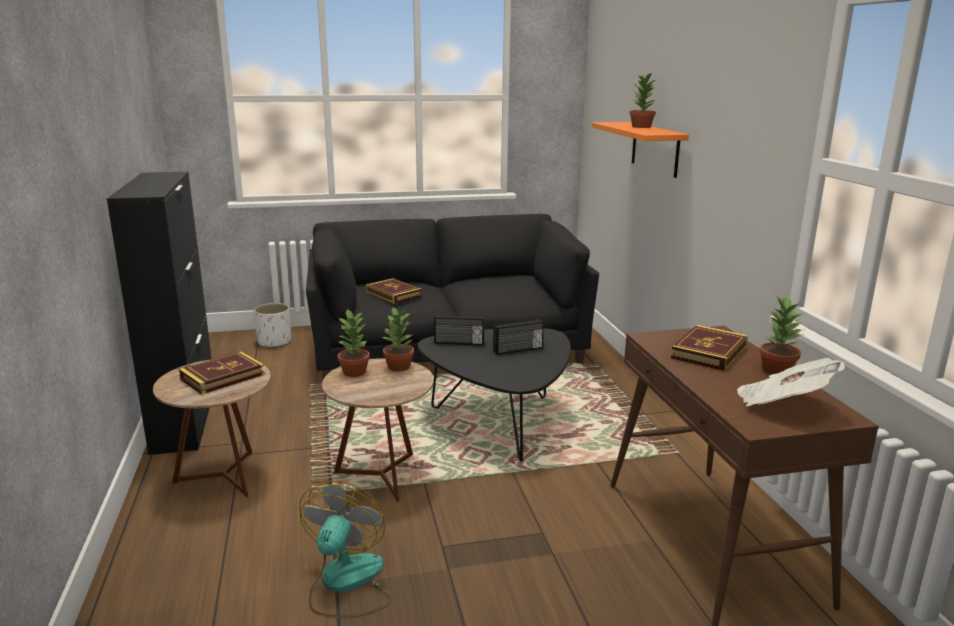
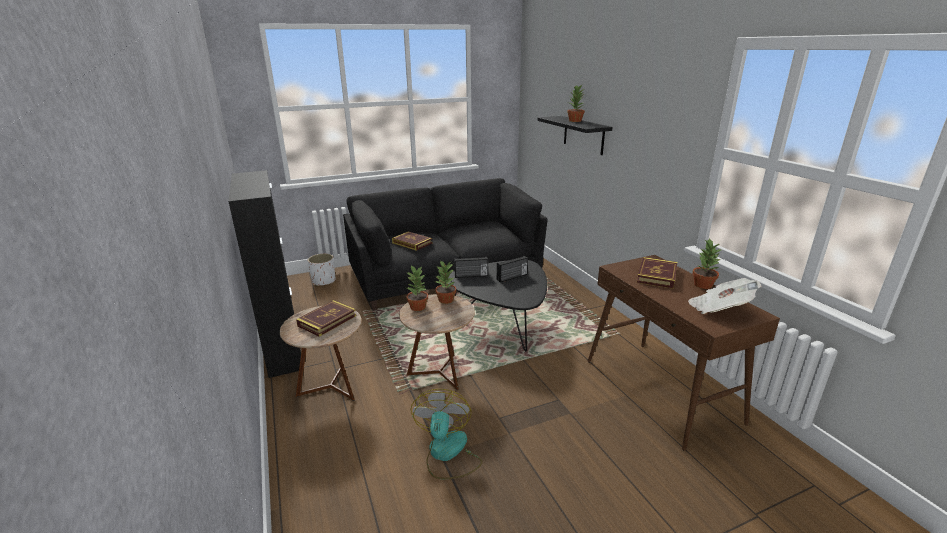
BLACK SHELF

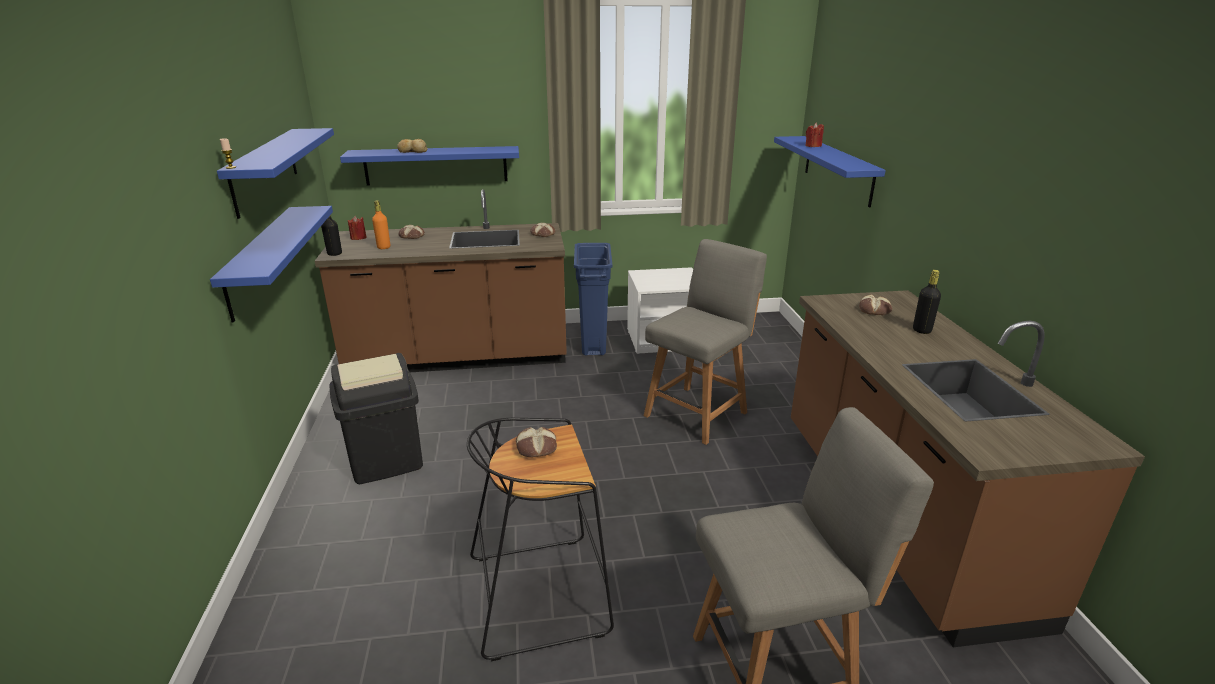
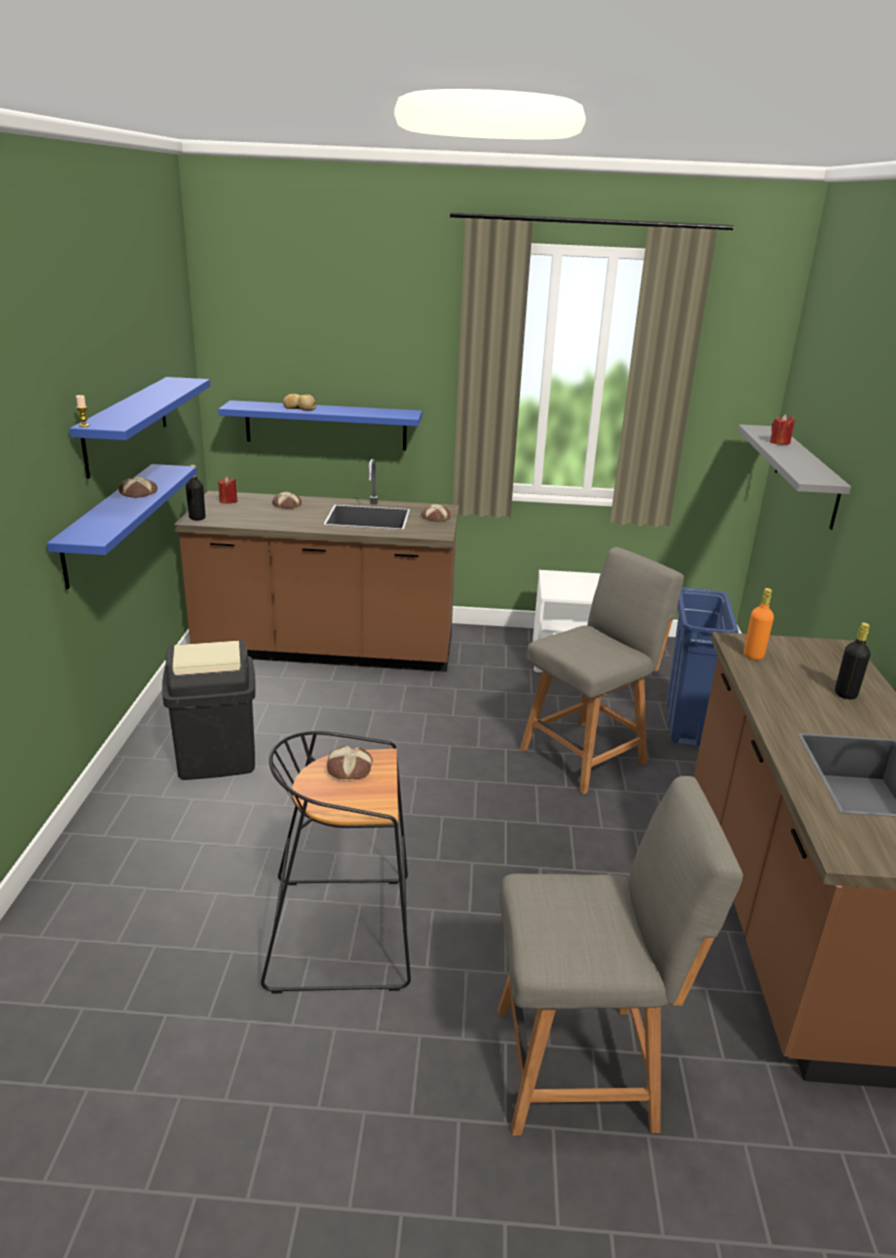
GREY SHELF
ORANGE BOTTLE
BLUE TRASH CAN
BREAD (no. 1 from left)

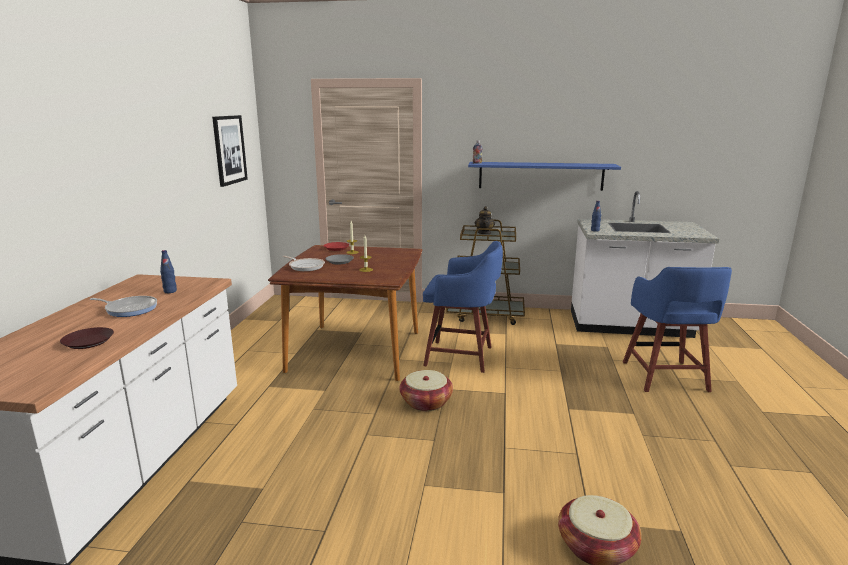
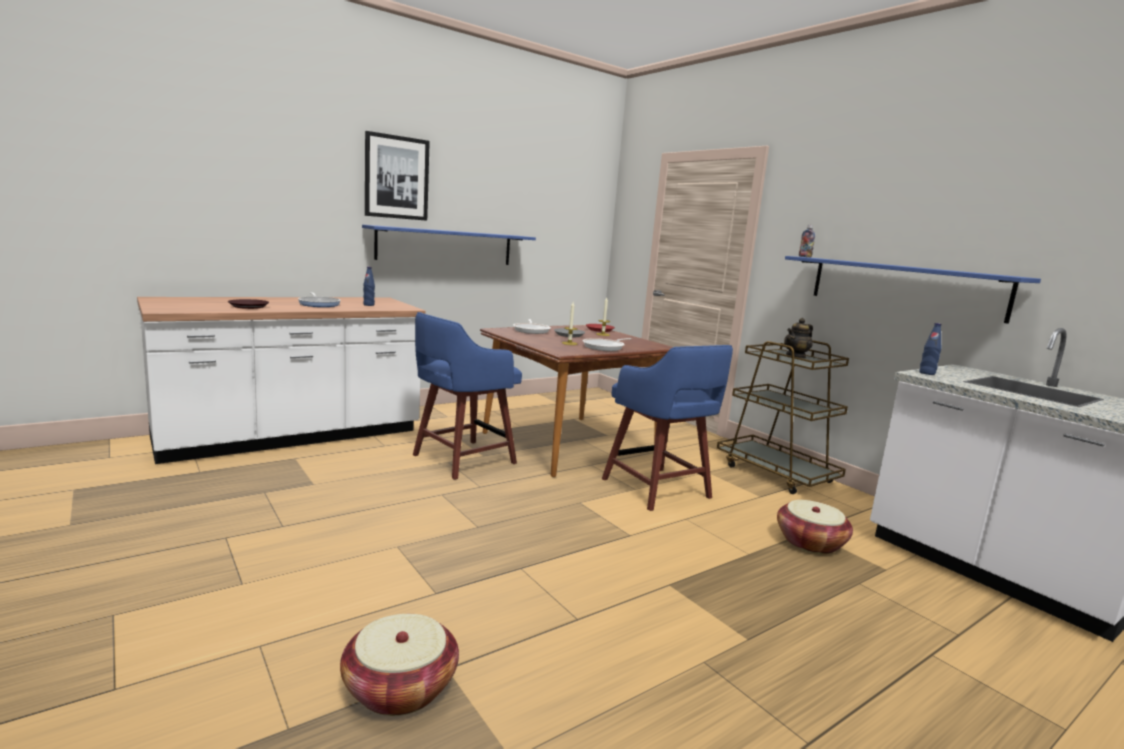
PICTURE
BLUE STOOL (no. 1 from left)
BASKET (no. 2 from left)
BLUE SHELF (no. 1 from left)
FRYING PAN (no. 3 from left)

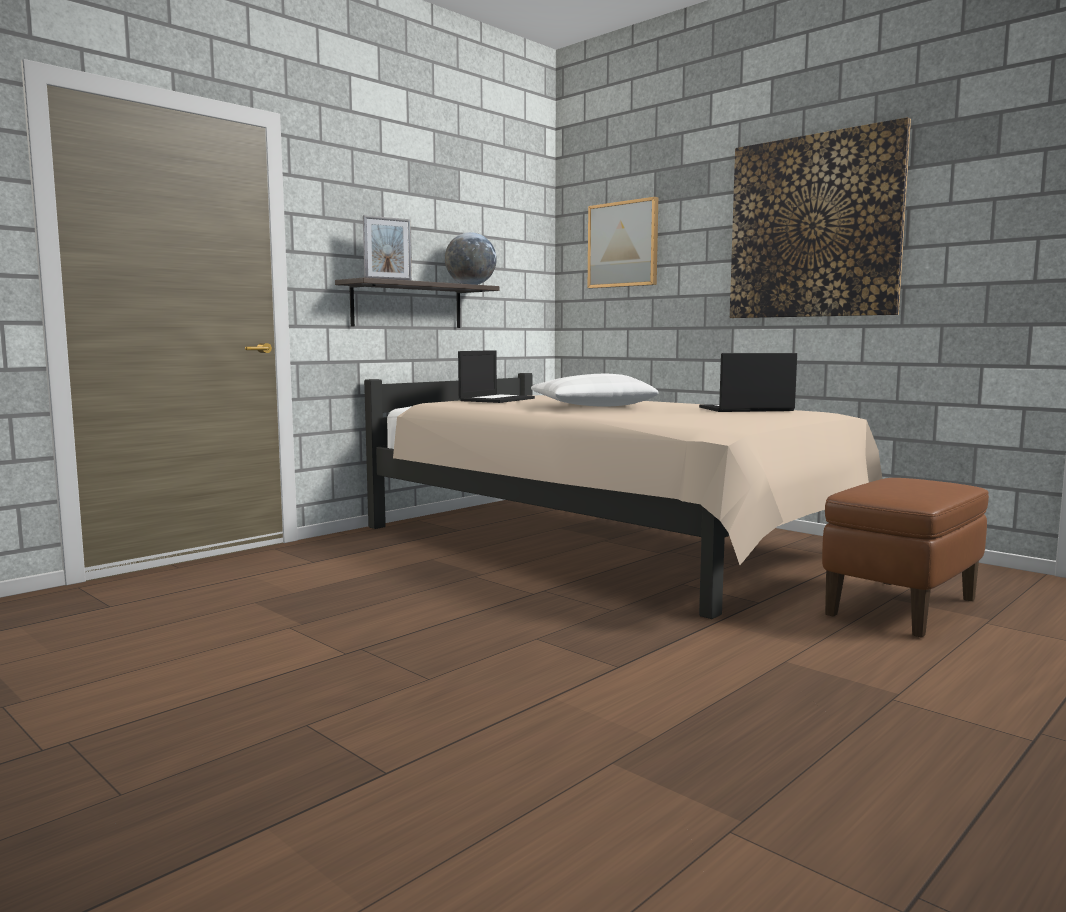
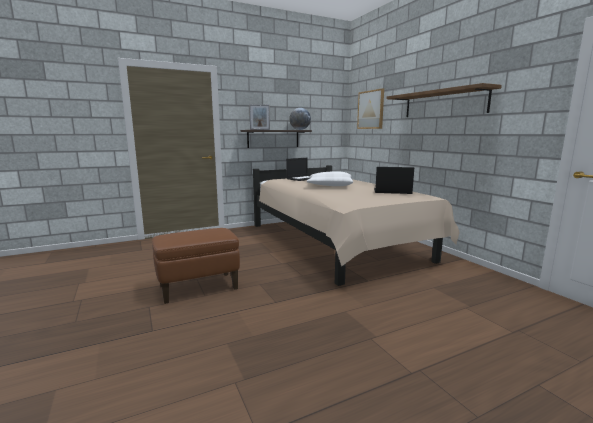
SHELF (no. 2 from left)
BROWN OTTOMAN

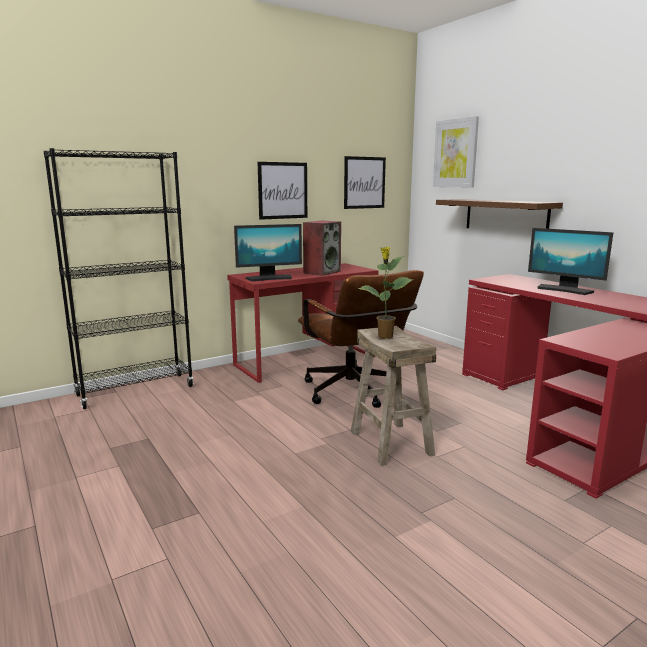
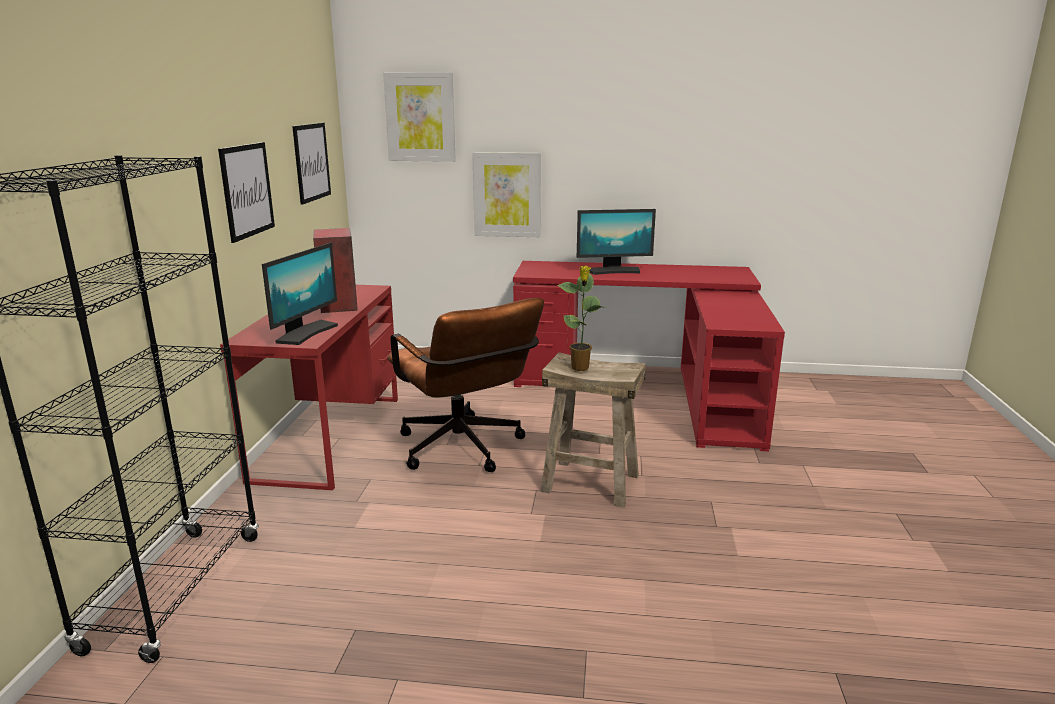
PICTURE (no. 4 from left)
BROWN OFFICE CHAIR

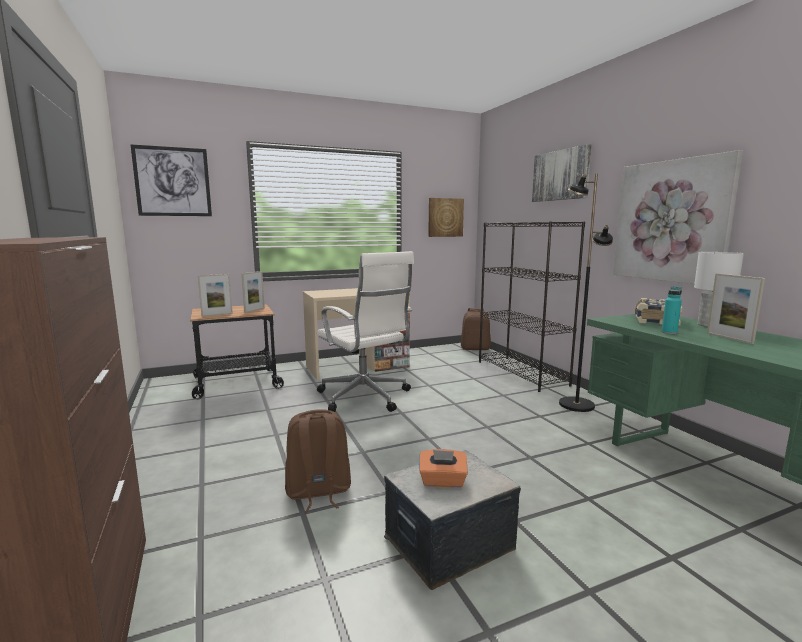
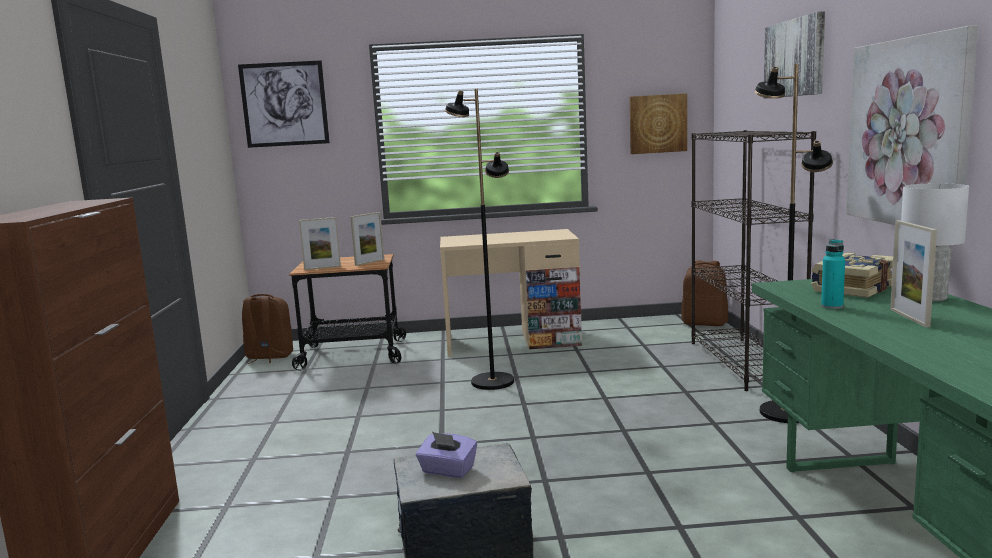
BLACK FLOOR LAMP (no. 1 from left)
BROWN BACKPACK (no. 1 from left)
PURPLE TISSUE BOX

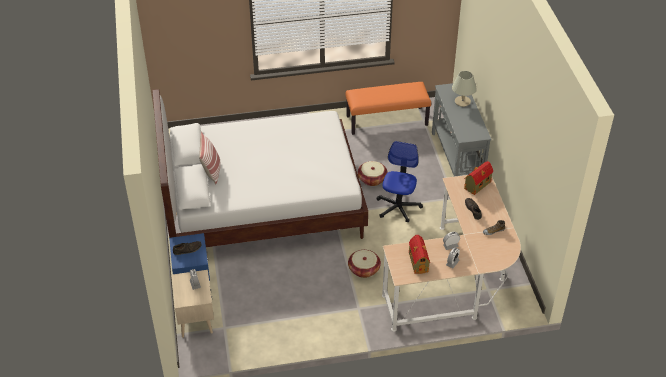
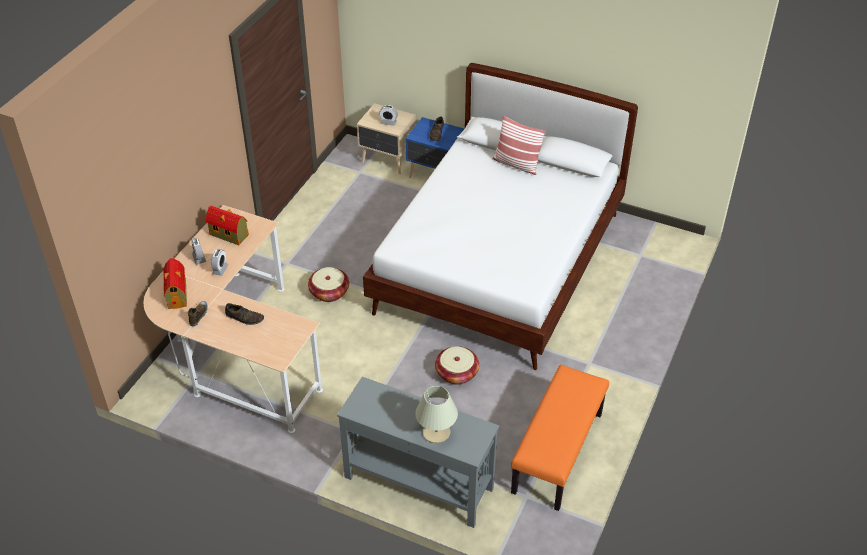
OFFICE CHAIR
TOY HOUSE (no. 1 from left)

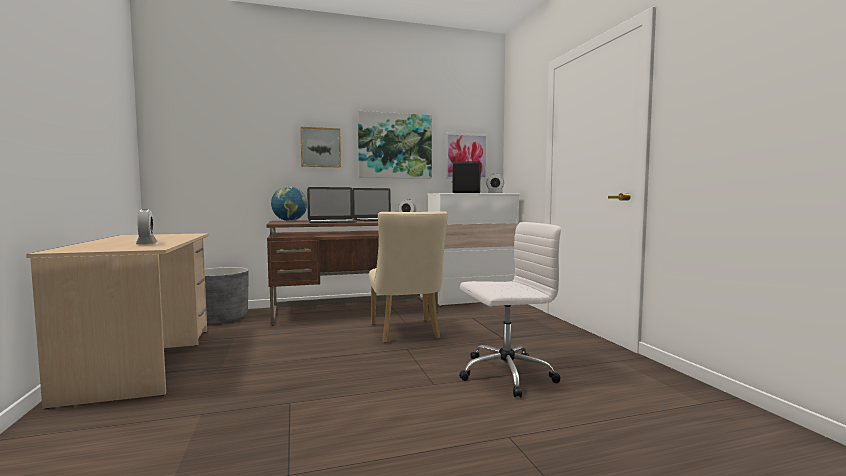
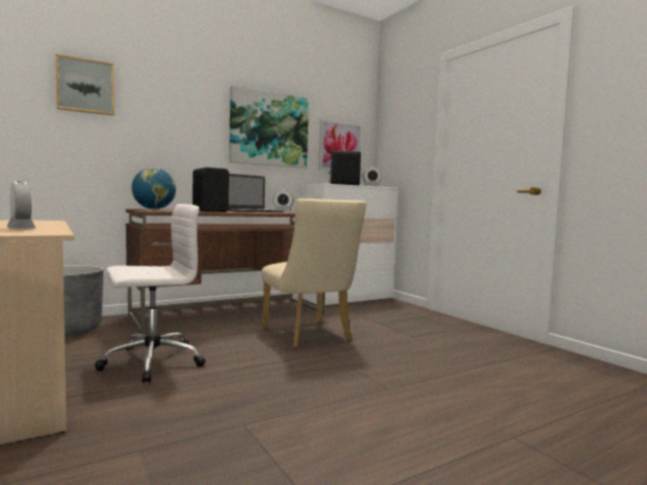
PICTURE (no. 1 from left)
BLACK SPEAKER (no. 1 from left)
WHITE OFFICE CHAIR

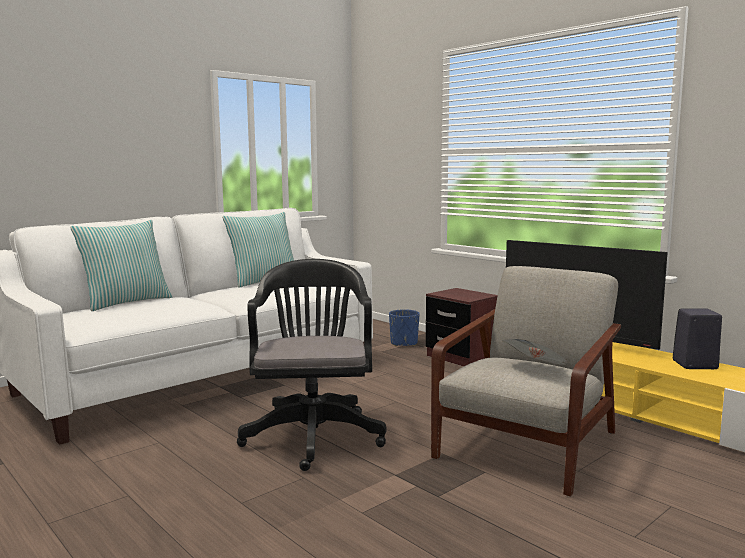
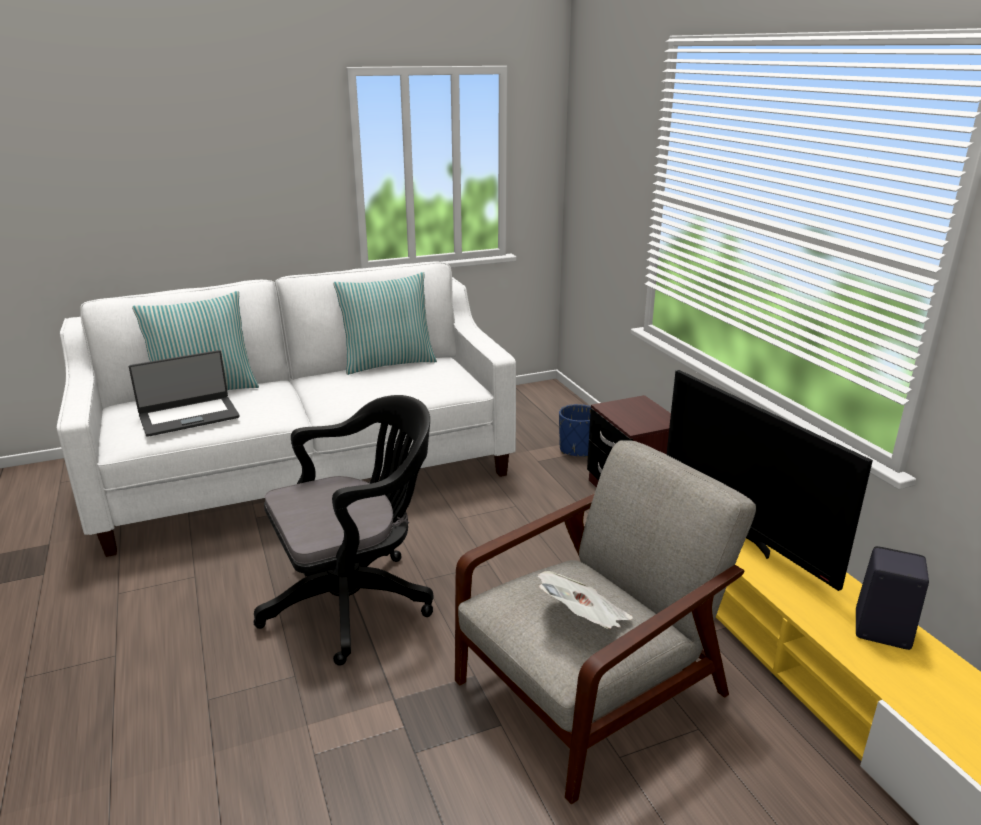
BLACK OFFICE CHAIR
LAPTOP

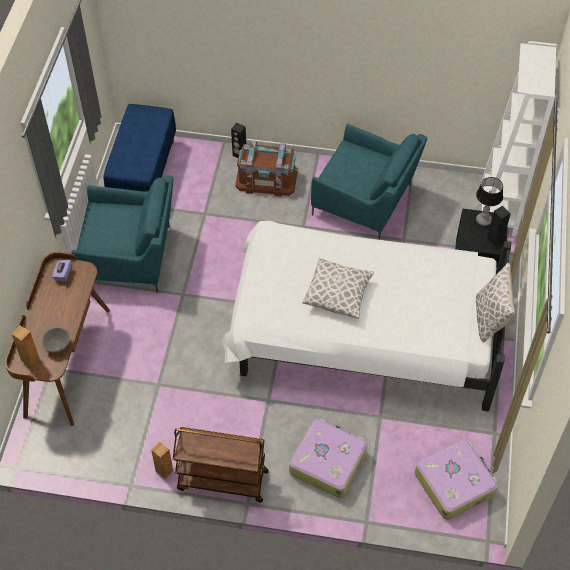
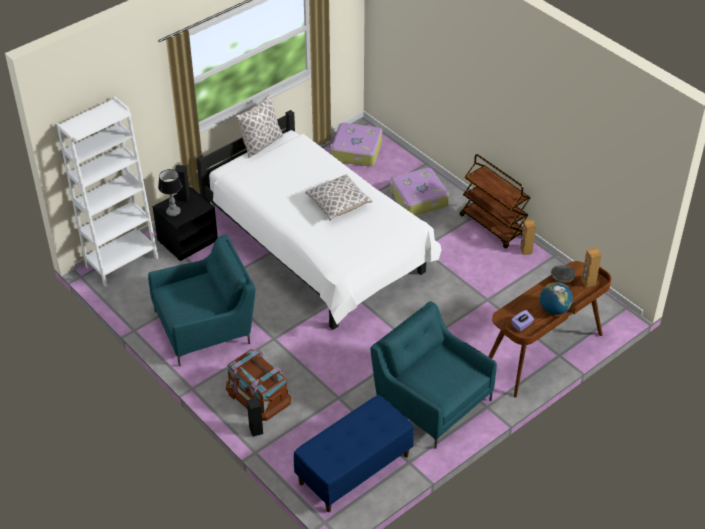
TURQUOISE ARMCHAIR (no. 1 from left)
GLOBE

